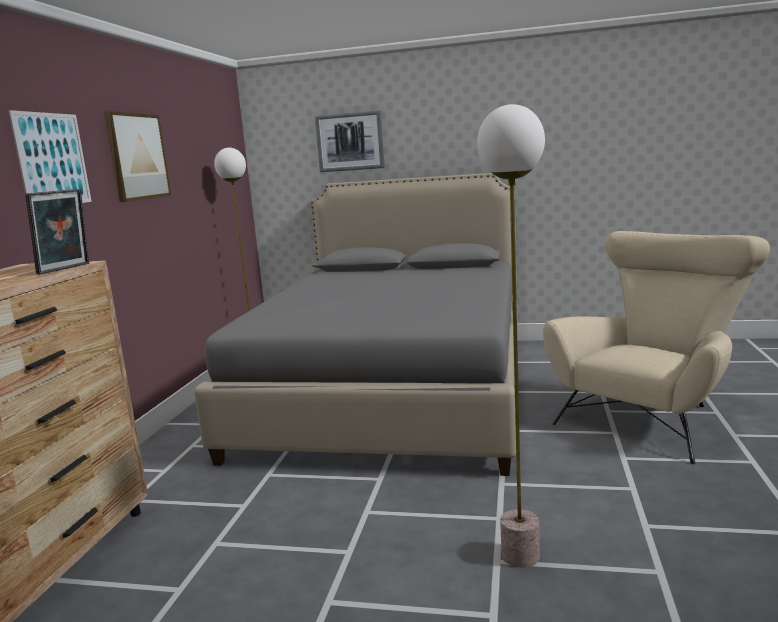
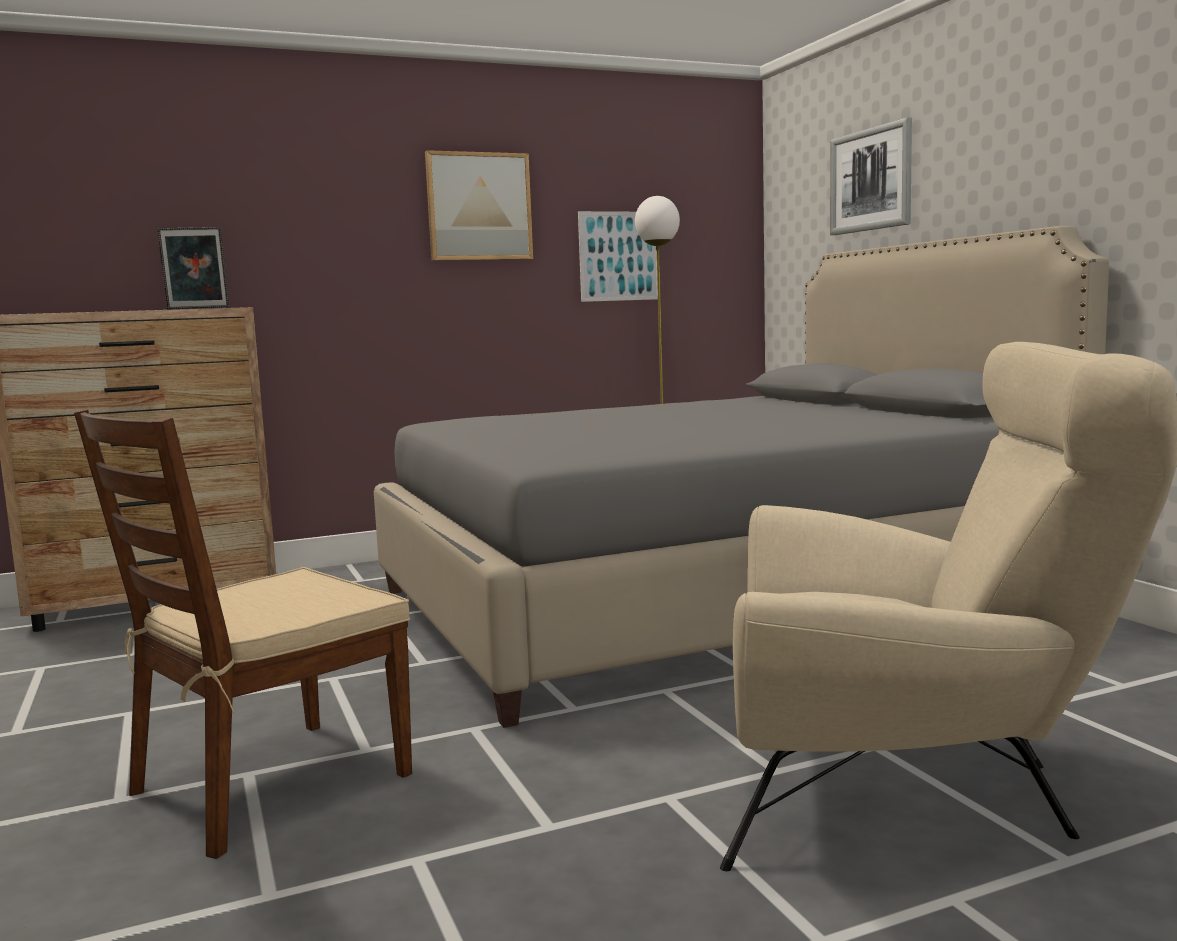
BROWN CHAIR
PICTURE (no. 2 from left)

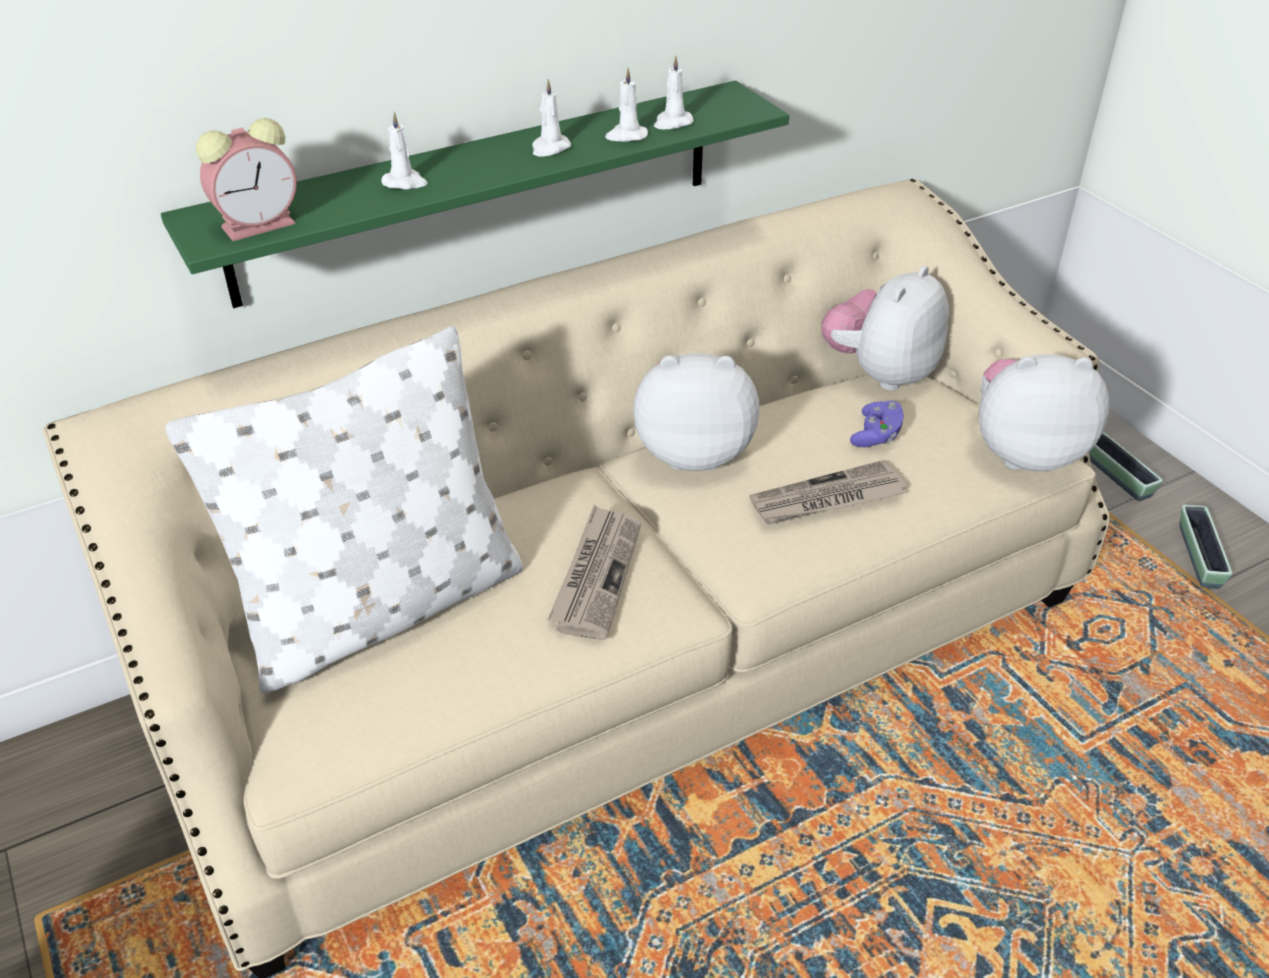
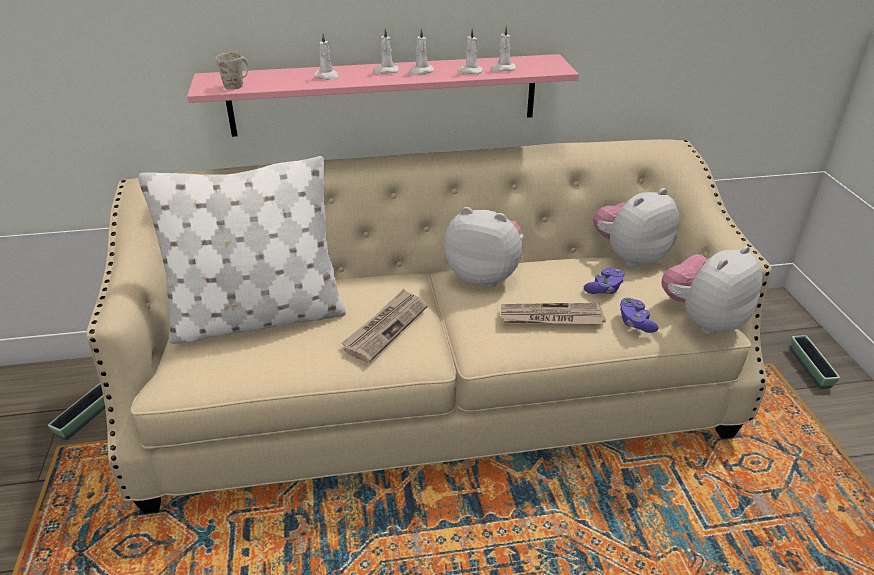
PINK SHELF
WHITE MUG
PLUSH TOY (no. 3 from left)
PLANTER (no. 1 from left)
WHITE CANDLE (no. 2 from left)
PURPLE GAME CONTROLLER (no. 2 from left)

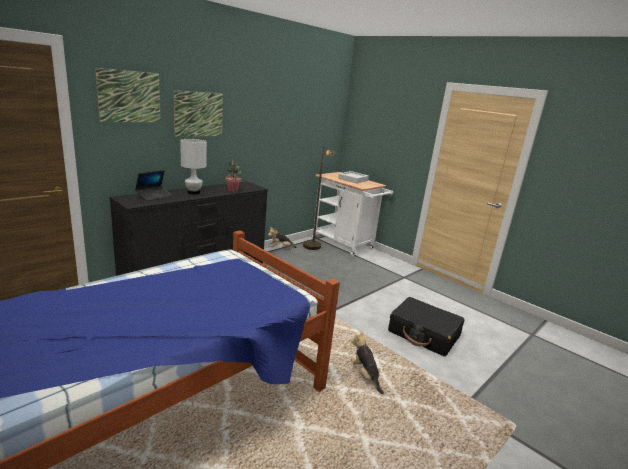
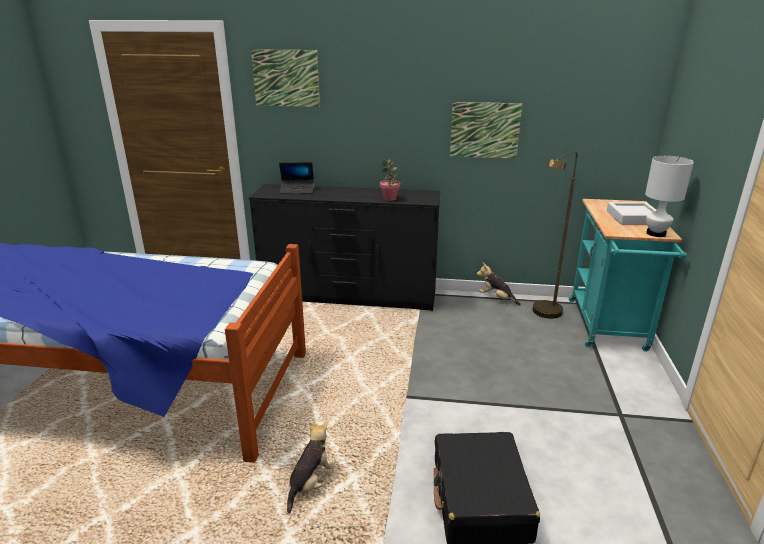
PICTURE (no. 2 from left)
WHITE TABLE LAMP
TURQUOISE CART

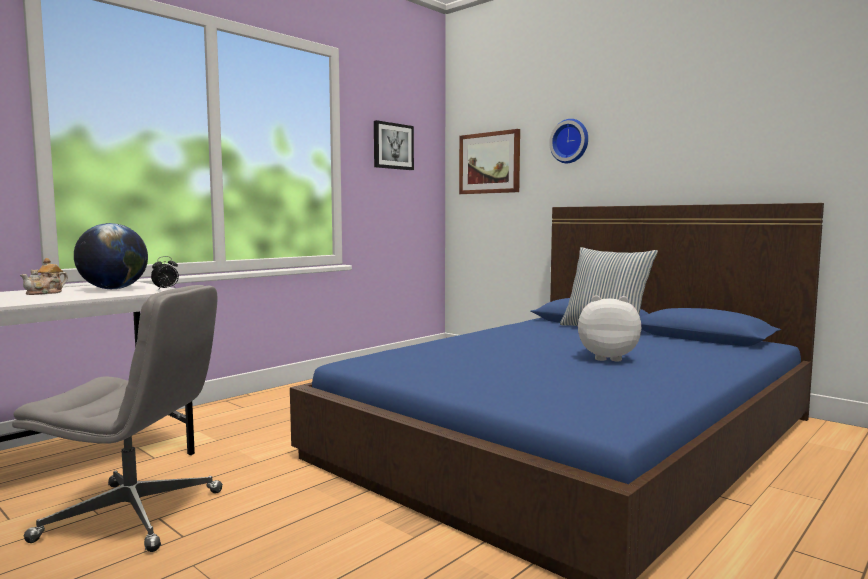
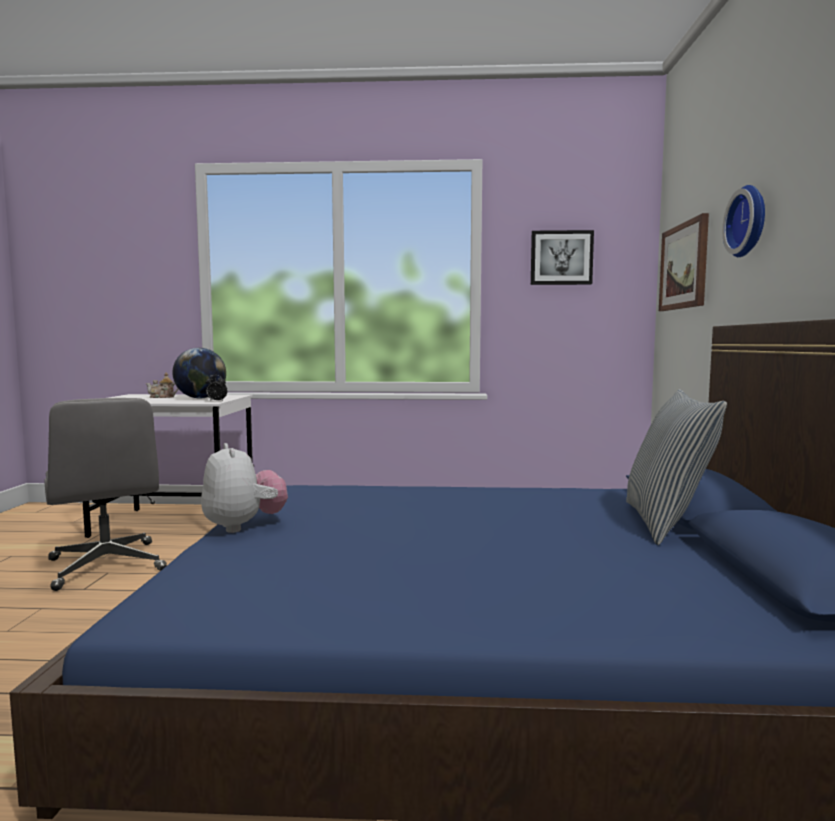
PLUSH TOY

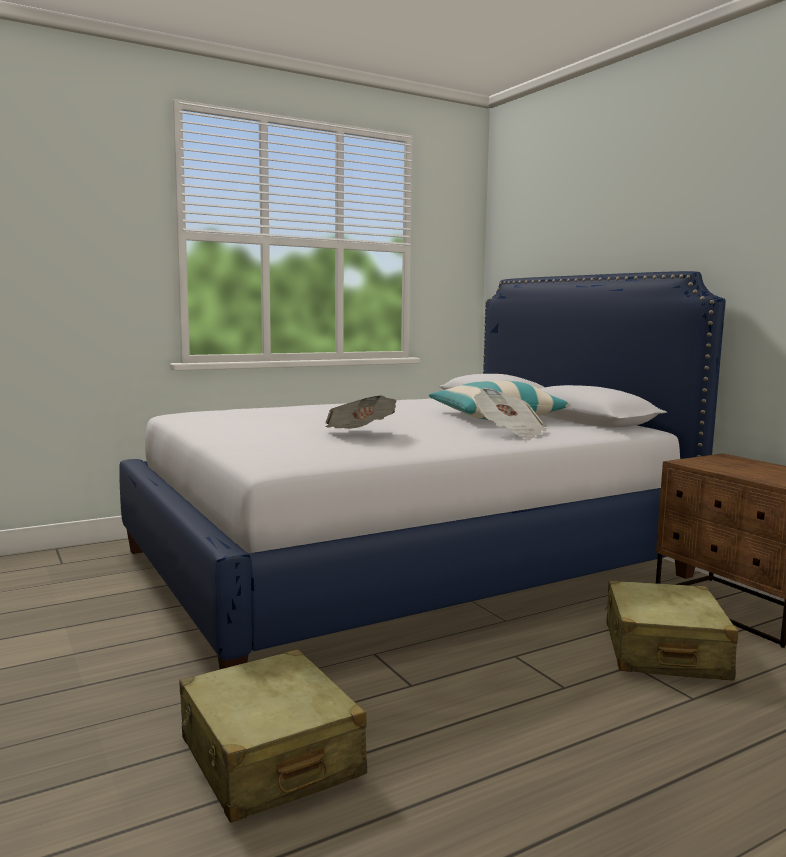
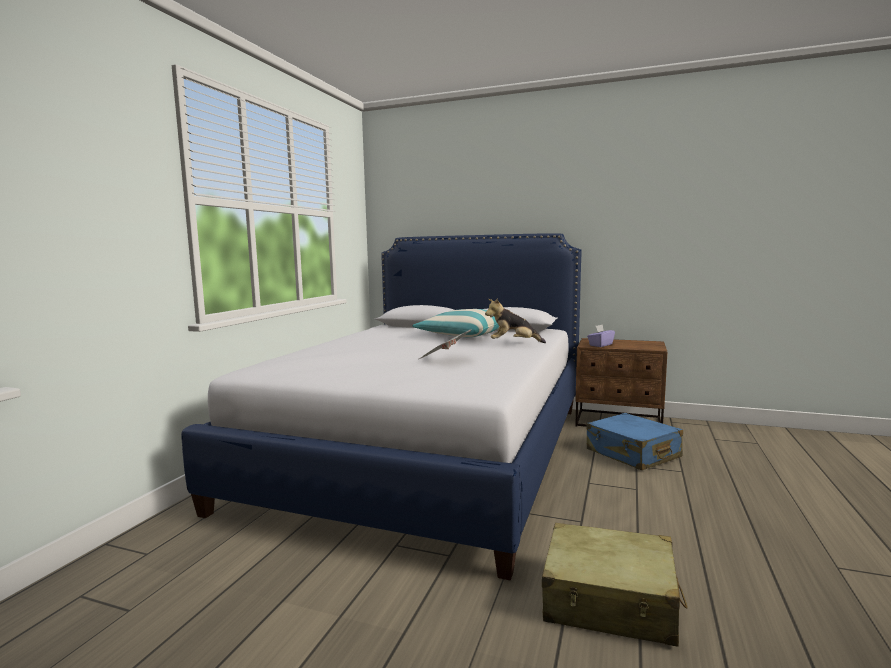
PLUSH TOY
BLUE SUITCASE
PURPLE TISSUE BOX

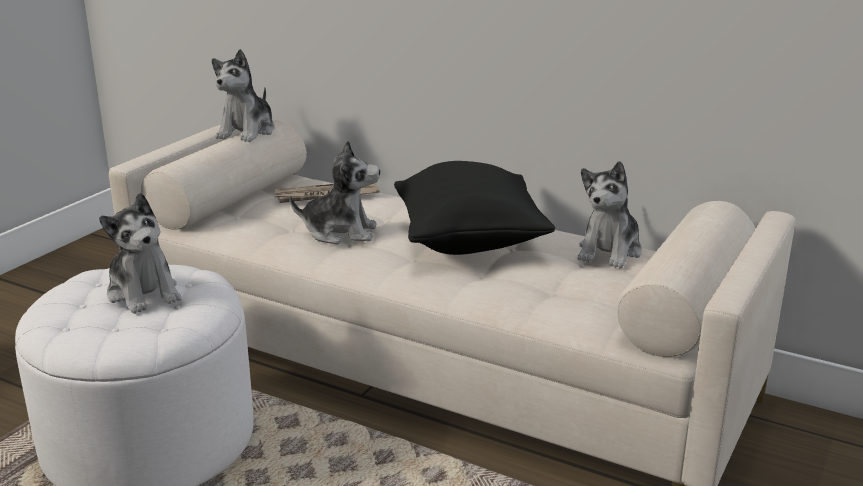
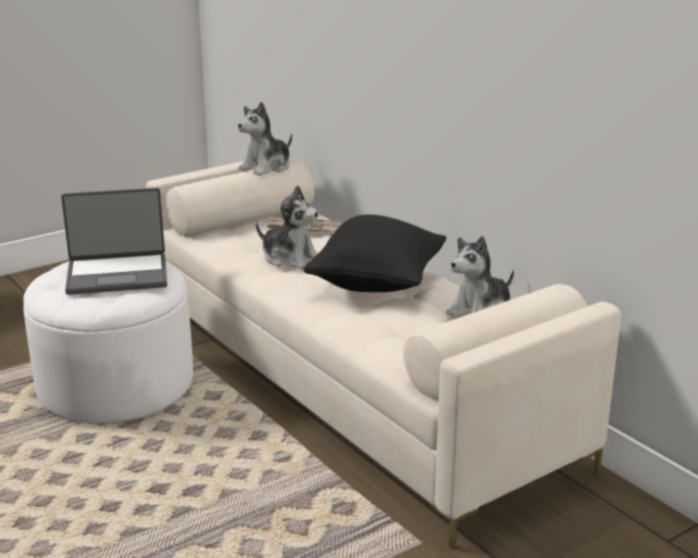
LAPTOP

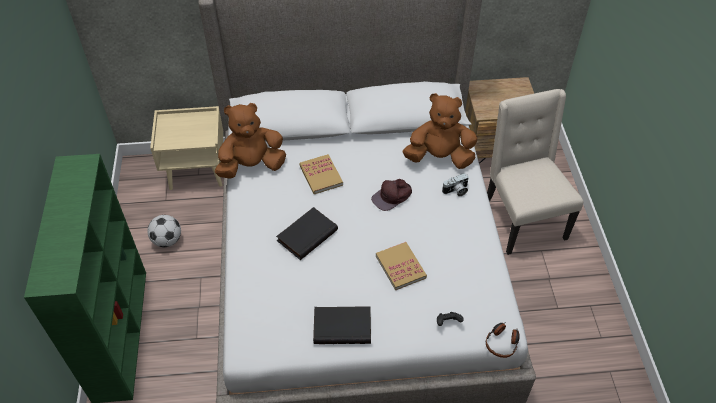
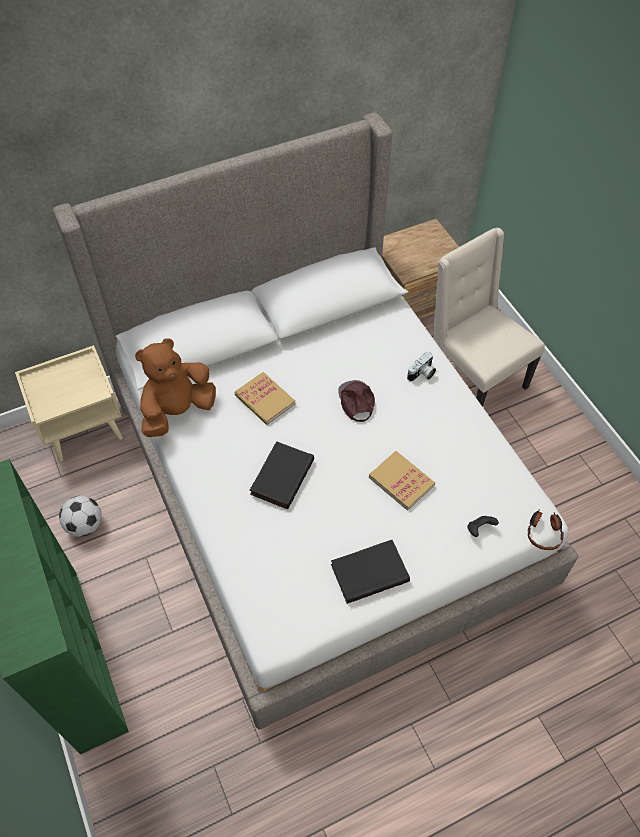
BROWN PLUSH TOY (no. 2 from left in the first image)
BROWN CAP

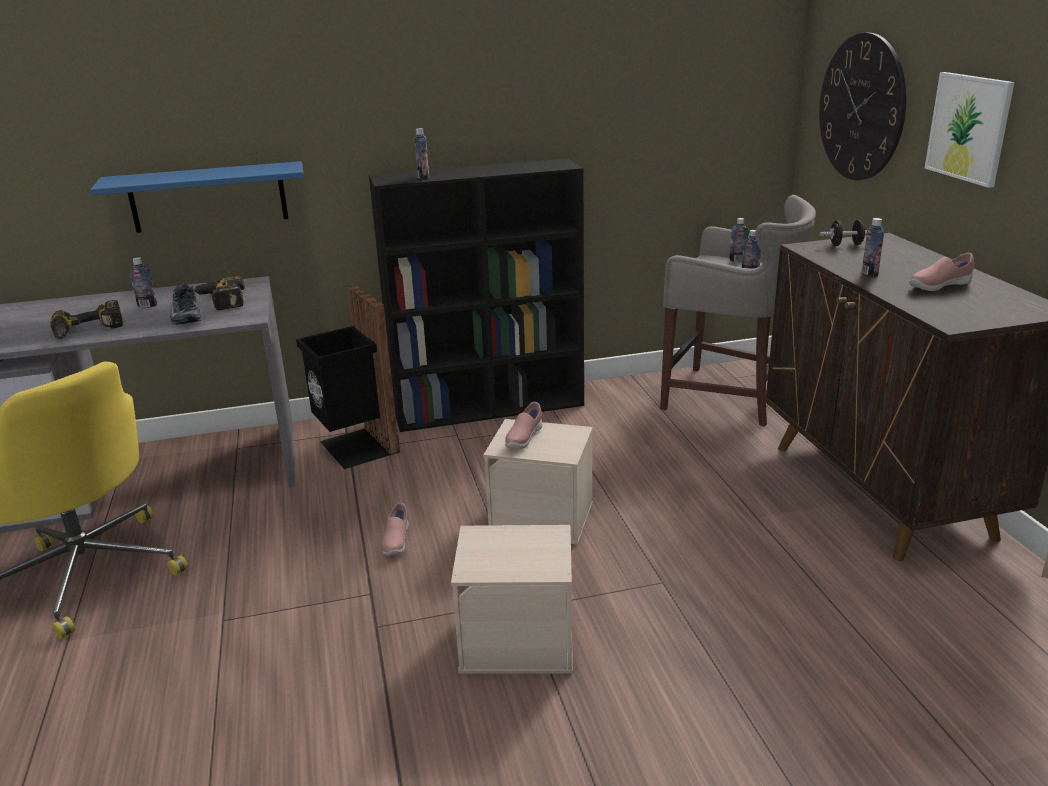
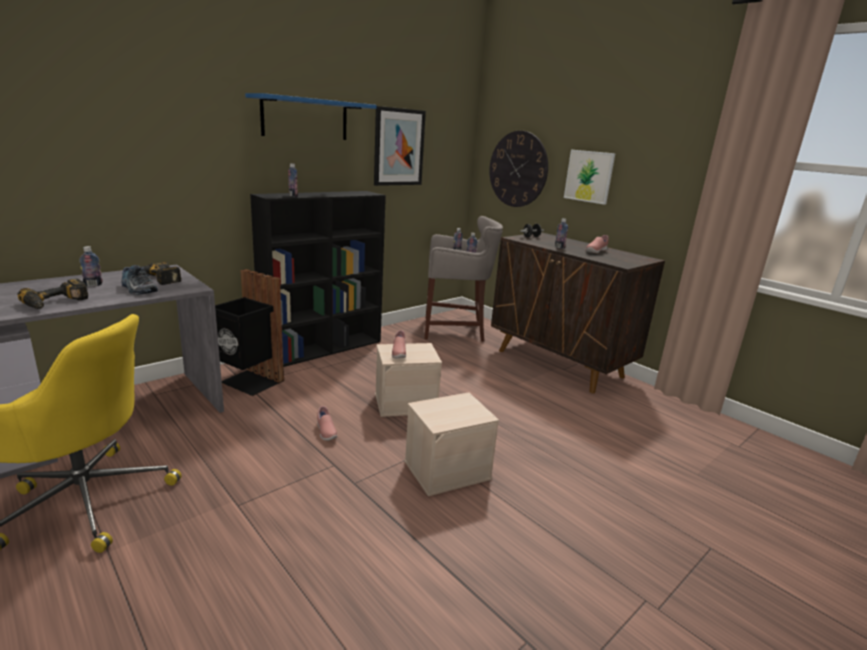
BLUE SHELF
PICTURE (no. 1 from left)

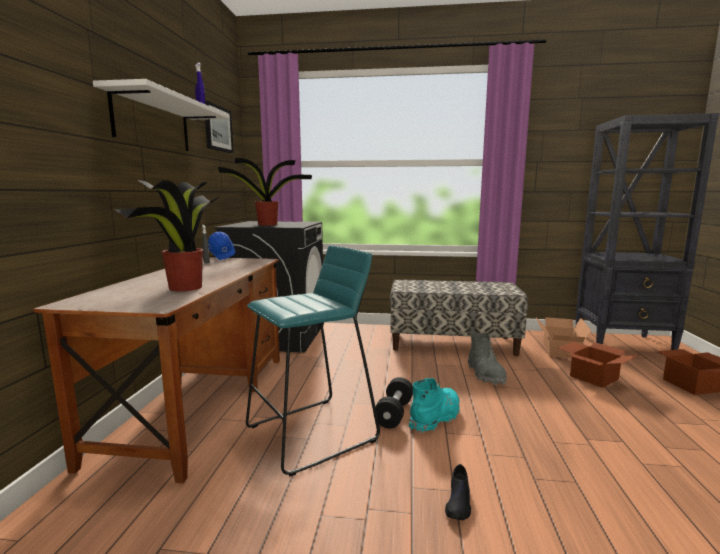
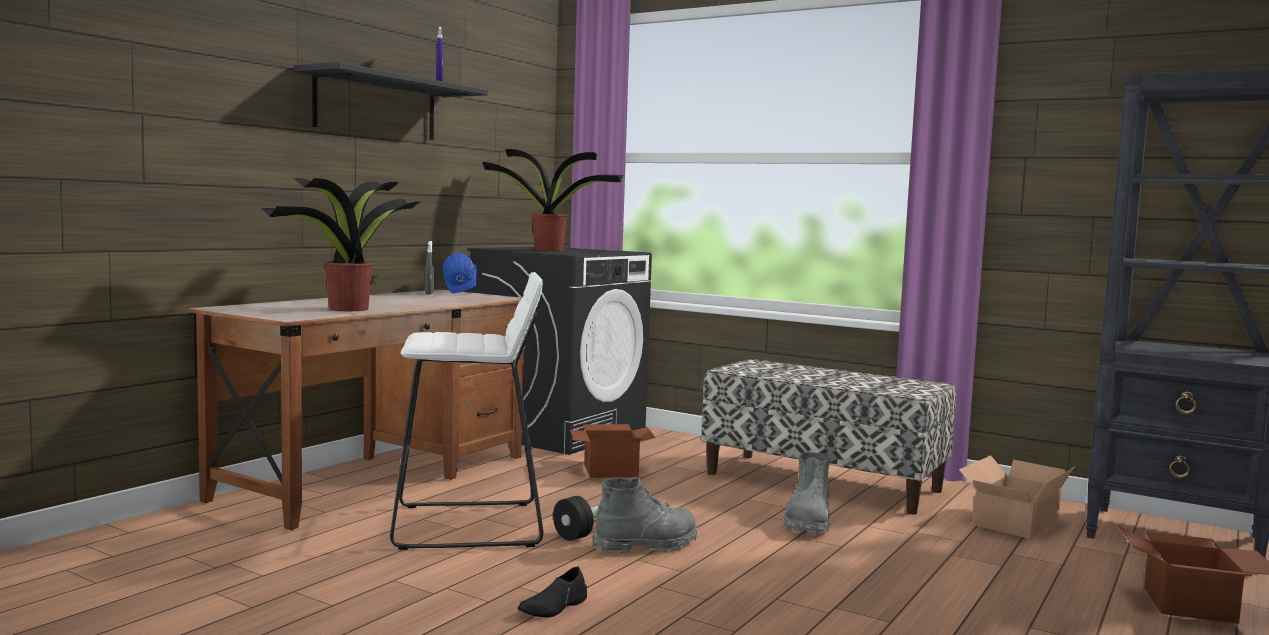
BLACK SHELF
PICTURE
WHITE STOOL
CARDBOARD BOX (no. 1 from left)
GREY BOOT (no. 1 from left)

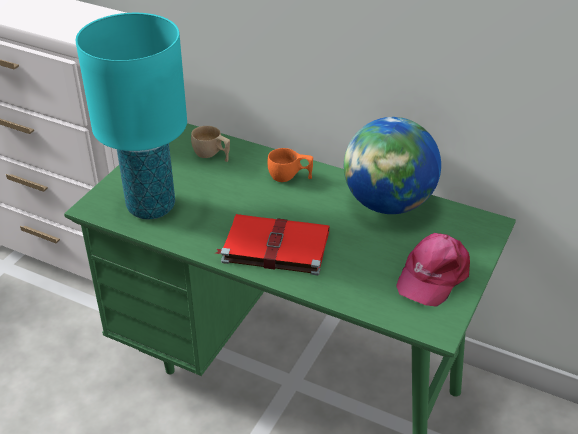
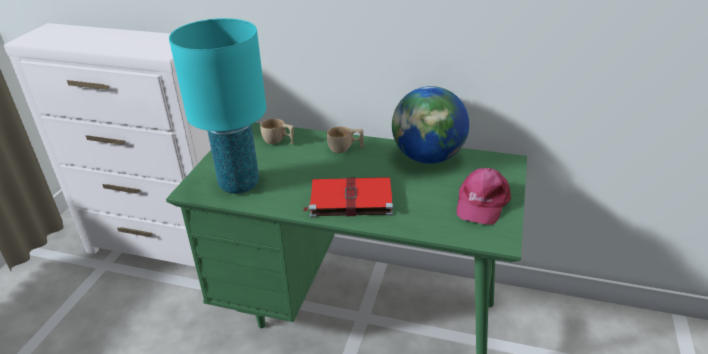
BEIGE CUP (no. 2 from left)

